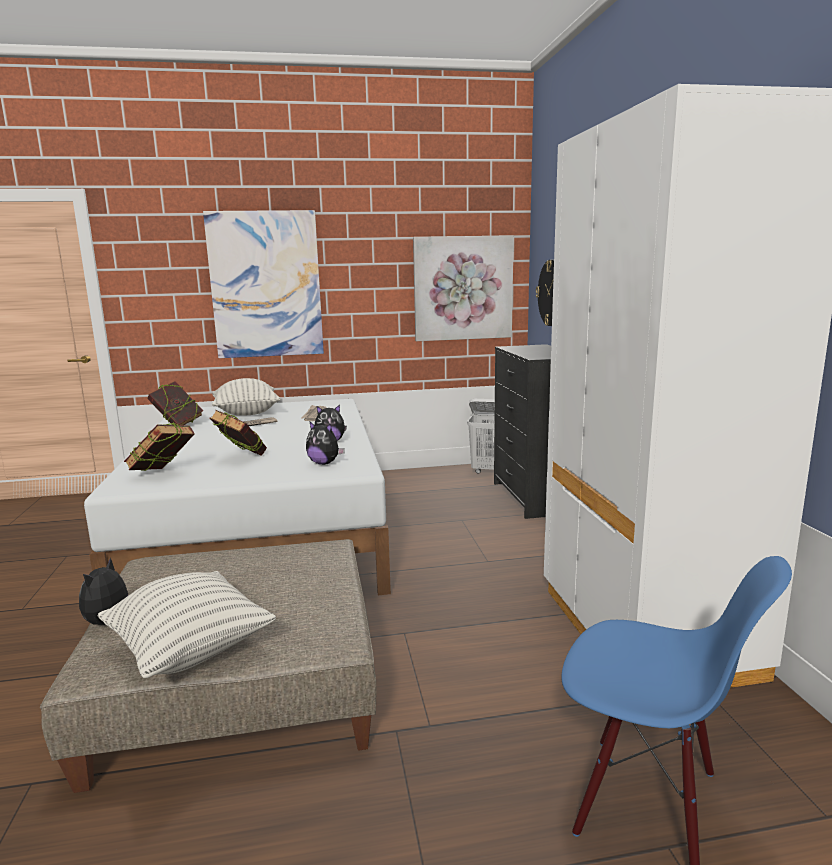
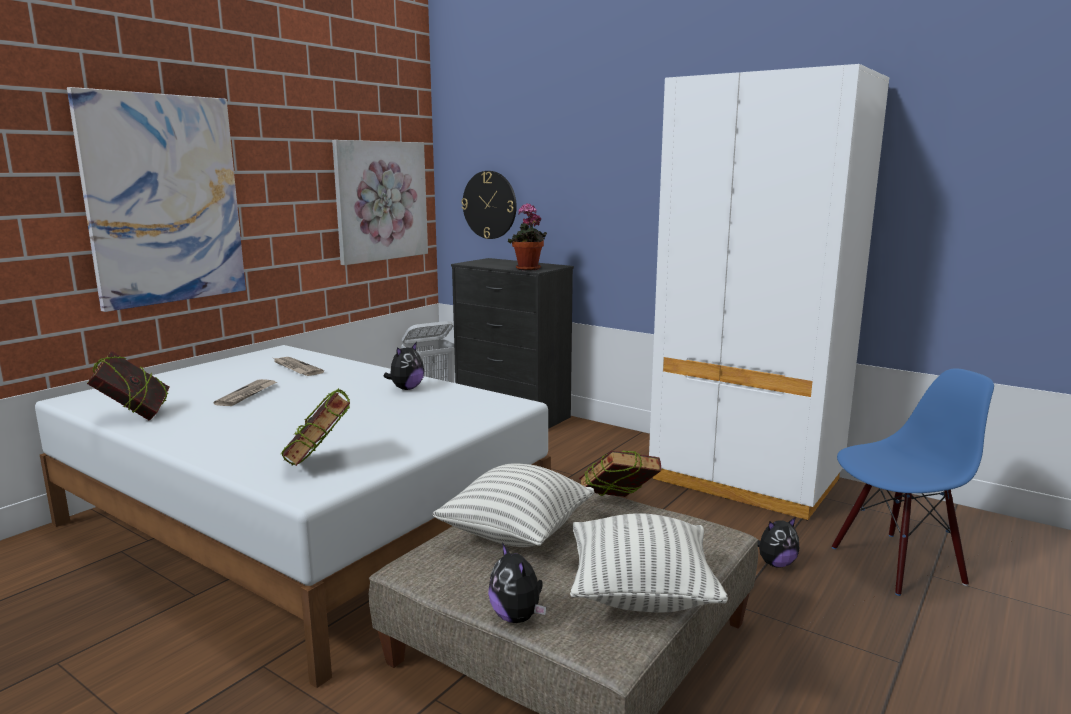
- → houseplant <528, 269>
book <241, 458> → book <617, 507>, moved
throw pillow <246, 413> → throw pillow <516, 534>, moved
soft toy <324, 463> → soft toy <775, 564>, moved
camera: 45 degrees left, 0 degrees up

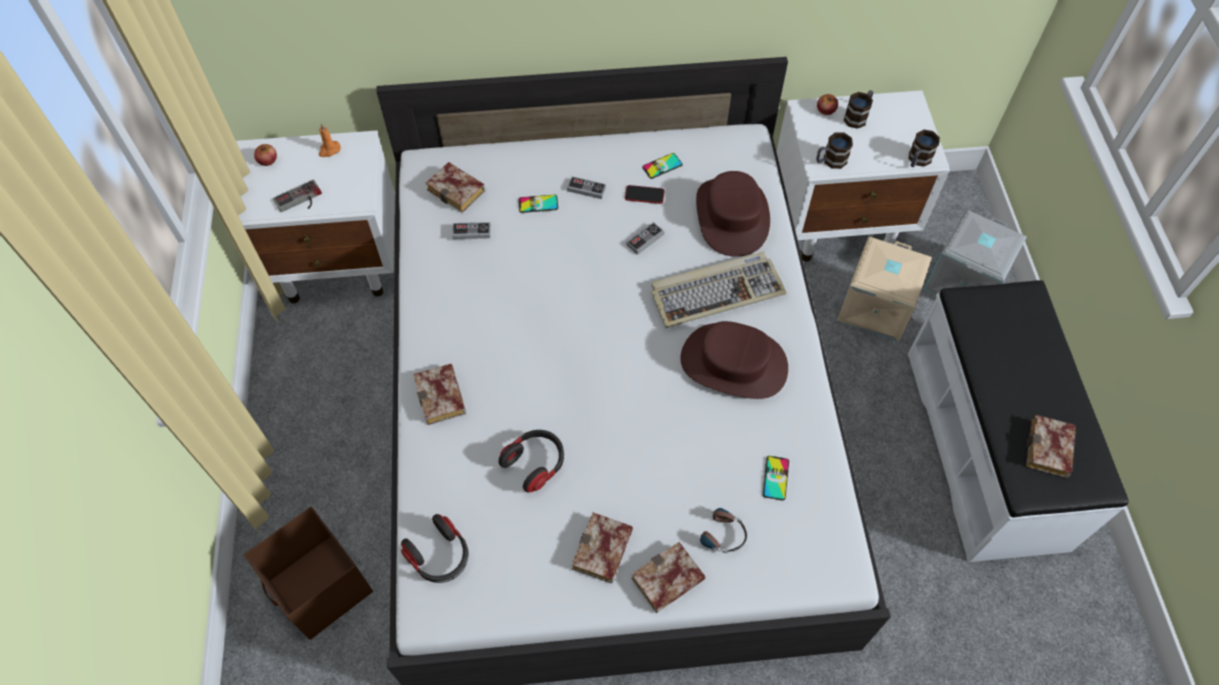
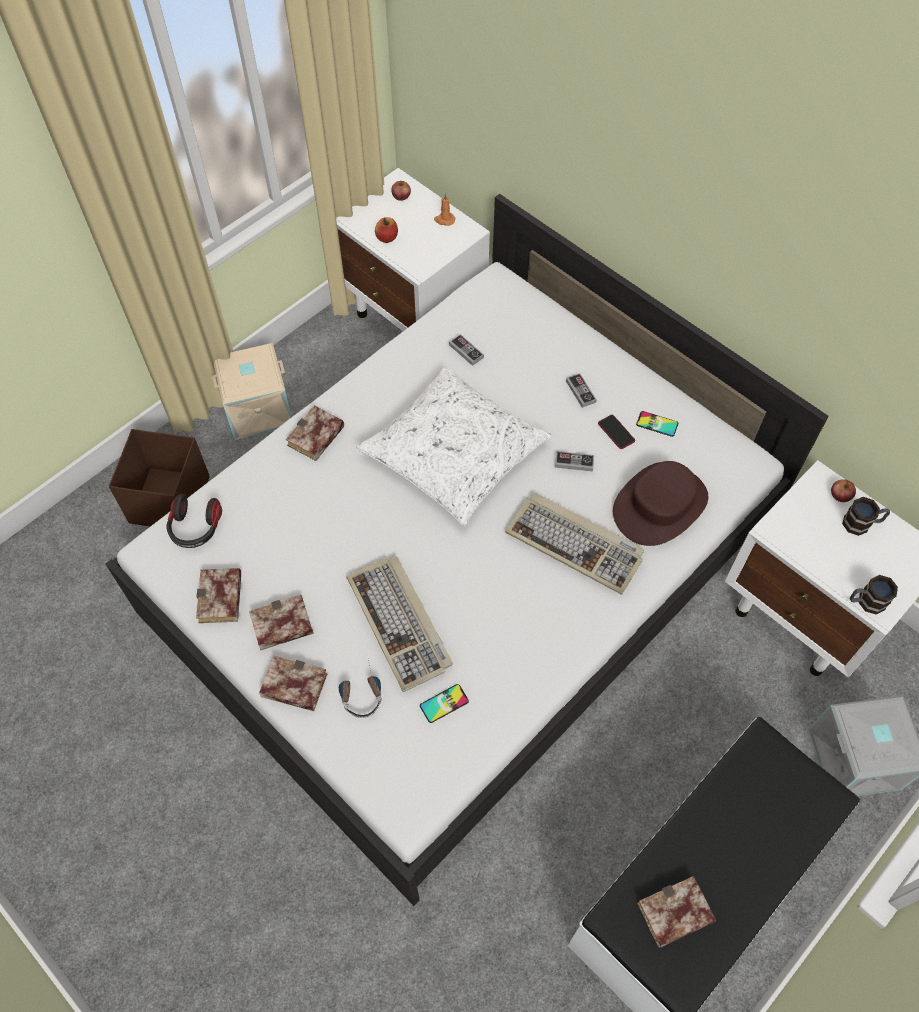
pair of headphones <535, 463> → -
handset <538, 204> → -
brown wearable hat <733, 364> → -
coffee mug <830, 161> → -
- → PC keyboard <400, 623>
- → whitish throw pillow <454, 454>
book <459, 191> → book <222, 600>, moved
beige storage bin <874, 305> → beige storage bin <258, 408>, moved
game controller <300, 200> → whole apple <387, 238>
camera: 50 degrees right, 0 degrees up

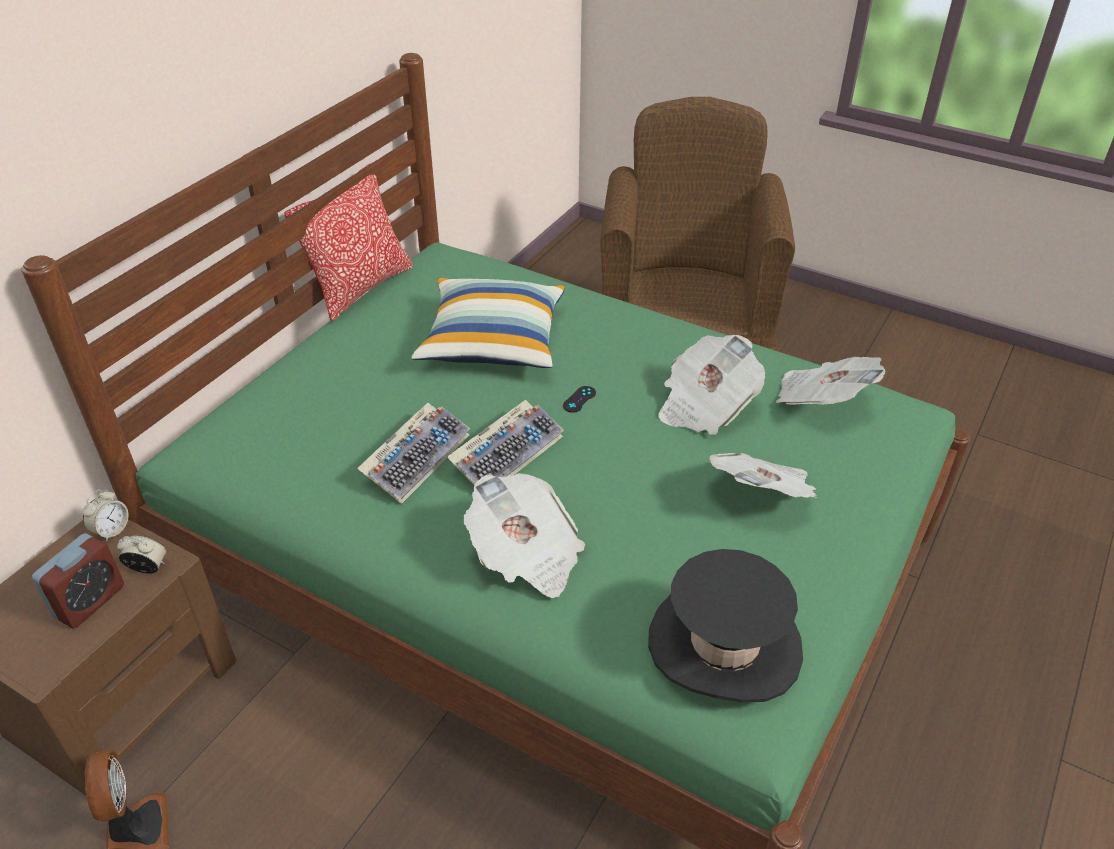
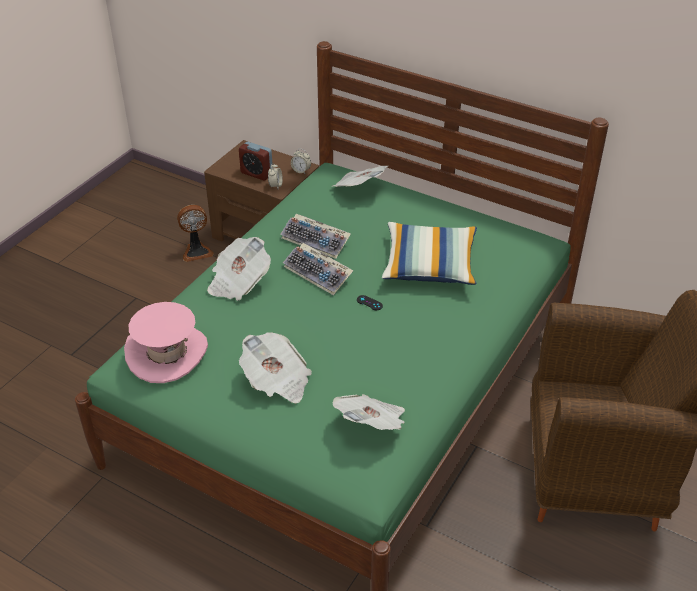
throw pillow <360, 288> → -
daily paper <705, 406> → daily paper <359, 188>, moved
black-coloured wearable hat <724, 644> → pink-coloured wearable hat <167, 353>
camera: 90 degrees right, 0 degrees up

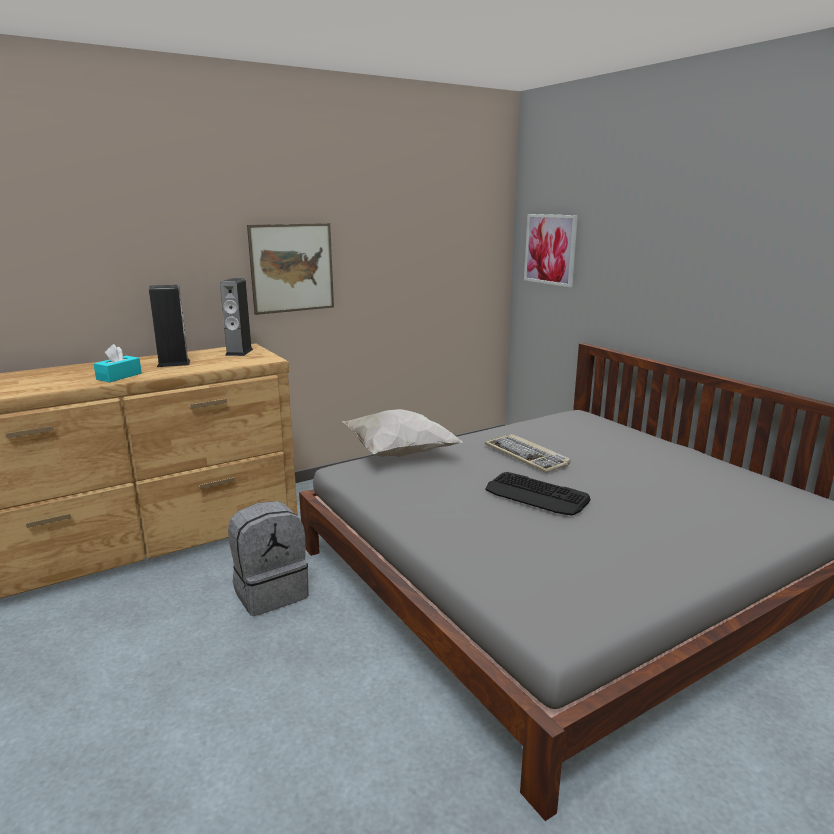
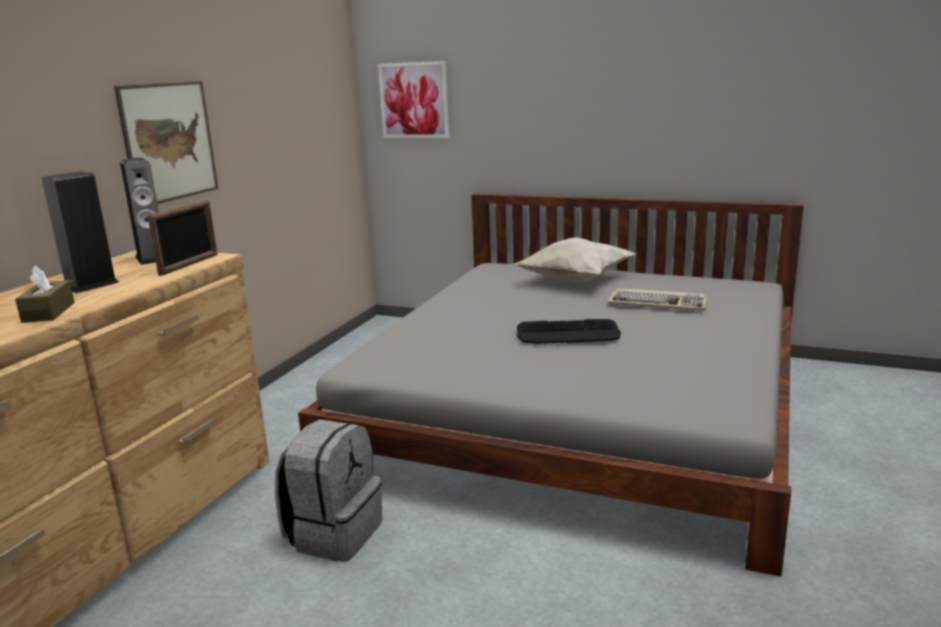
- → standing frame <189, 264>
whitish throw pillow <397, 453> → whitish throw pillow <574, 281>, moved
PC keyboard <527, 456> → PC keyboard <658, 303>, moved
turquoise-coloured tissue box <119, 376> → brown tissue box <48, 312>
camera: 35 degrees left, 0 degrees up

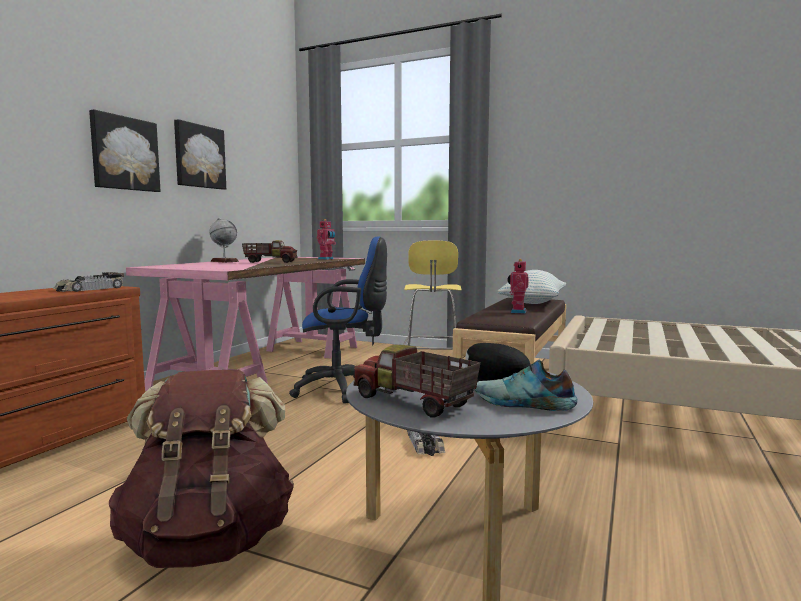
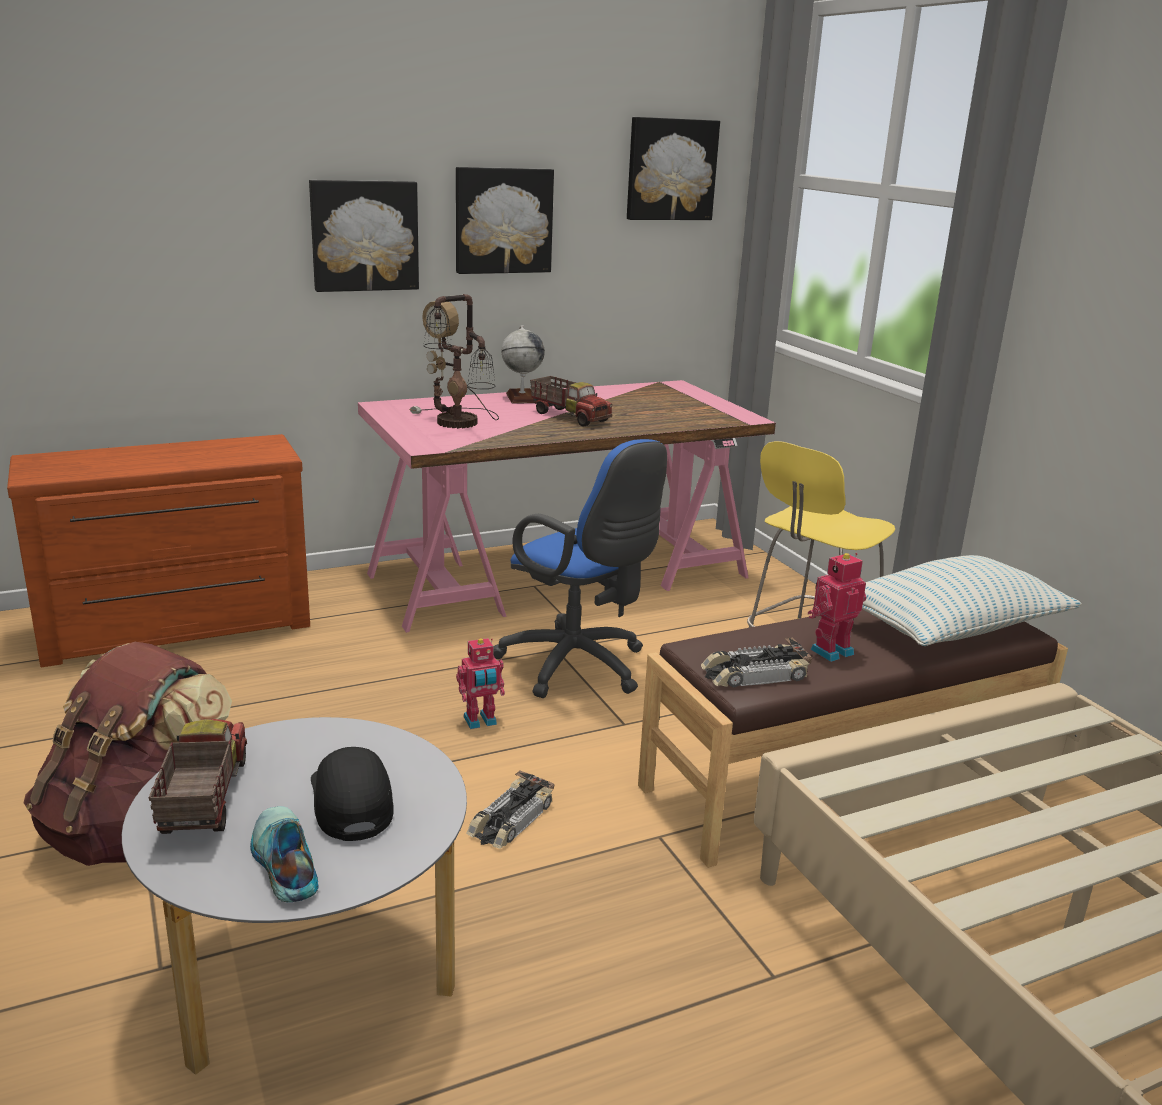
- → tabletop lamp <457, 424>
- → wall picture <670, 169>
model car <89, 289> → model car <753, 674>, moved
model robot <326, 259> → model robot <480, 721>, moved
camera: 40 degrees right, 15 degrees up

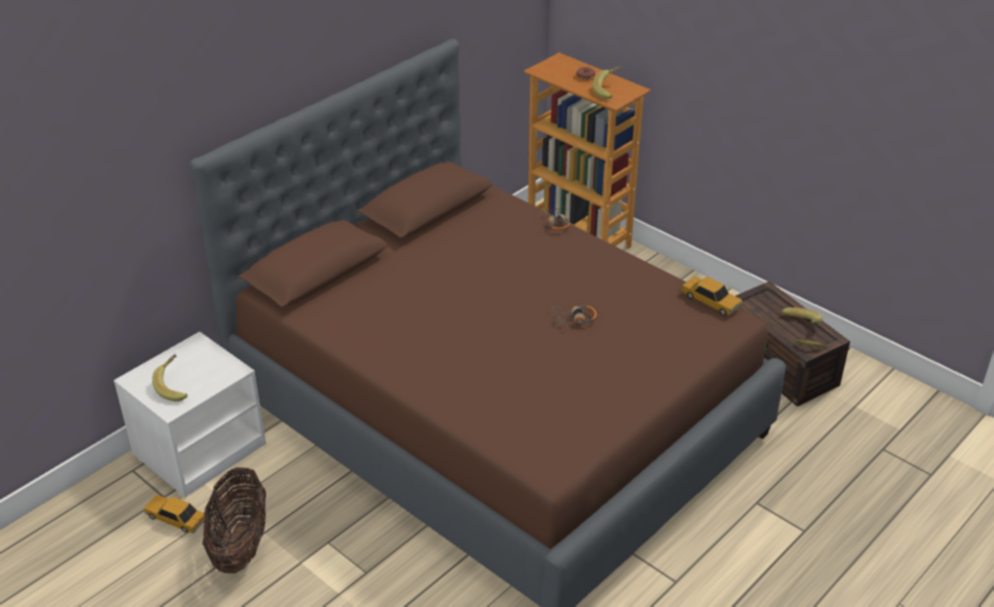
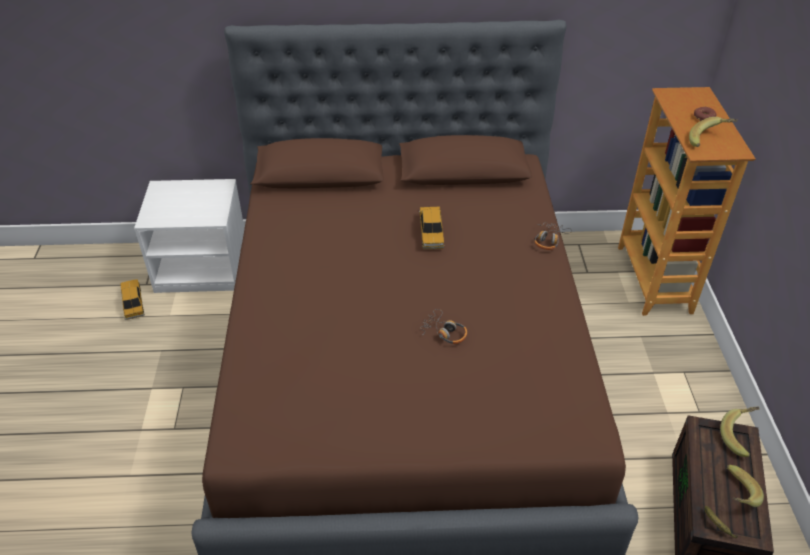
household basket <240, 544> → -
whole banana <175, 387> → whole banana <741, 436>, moved
model car <711, 301> → model car <431, 233>, moved
camera: 45 degrees right, 5 degrees up

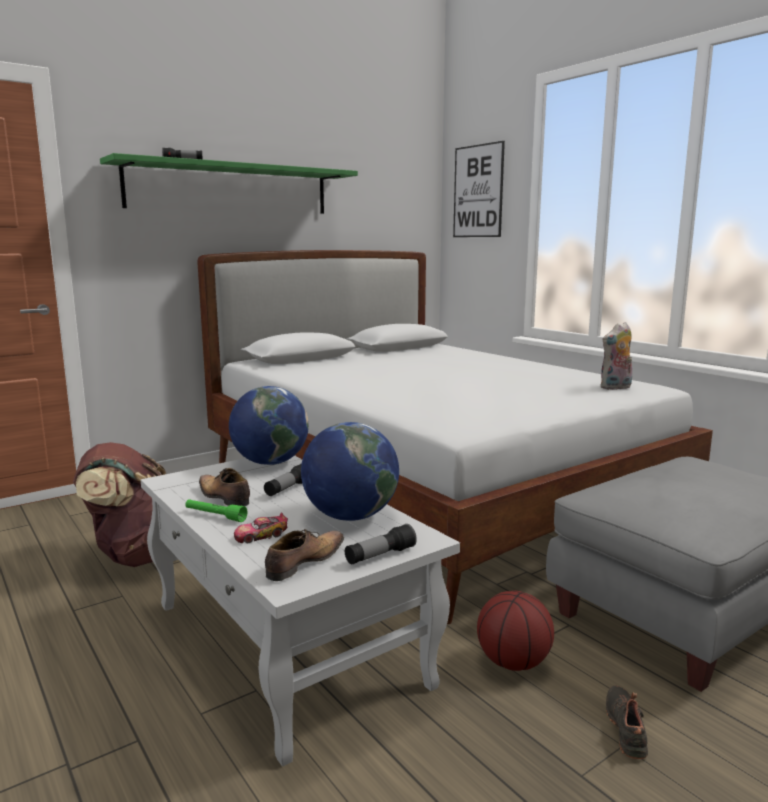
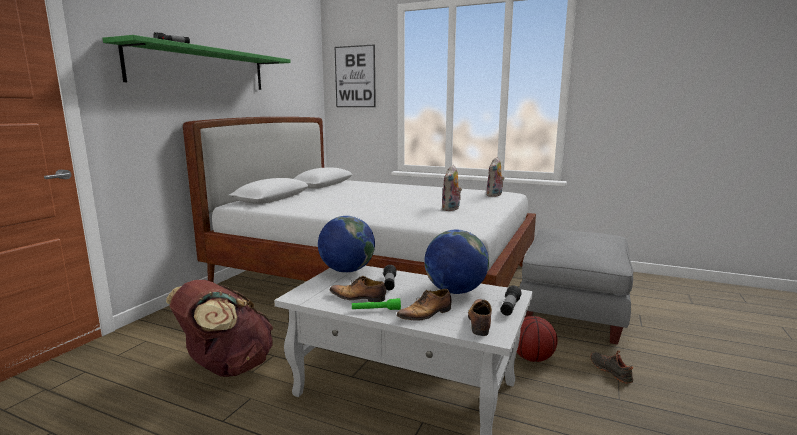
- → soft toy <451, 209>
model car <260, 535> → shoe <426, 314>
camera: 30 degrees left, 0 degrees up

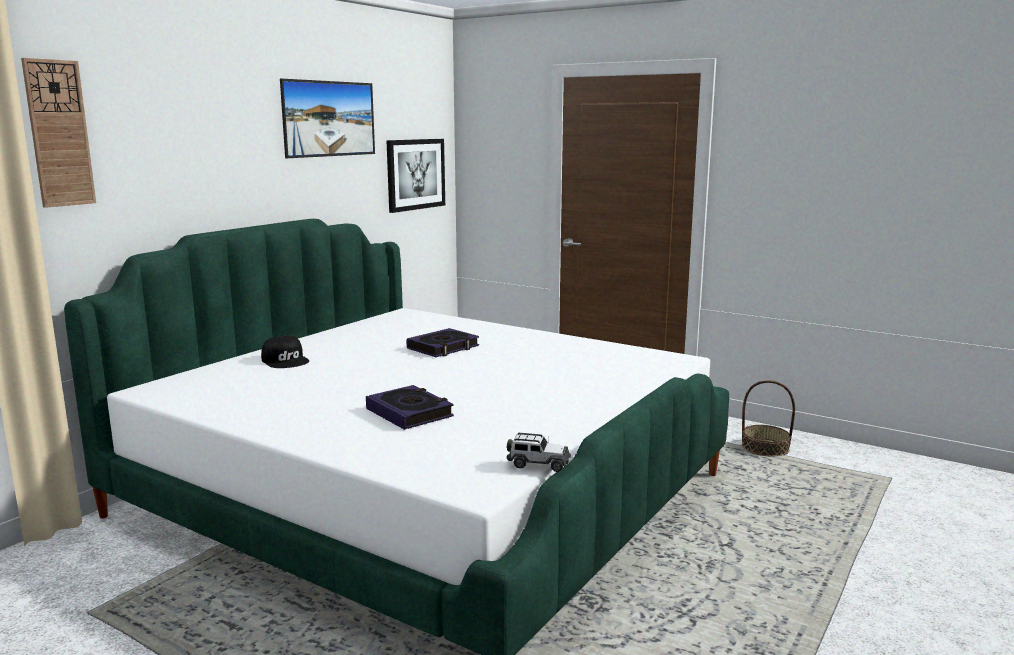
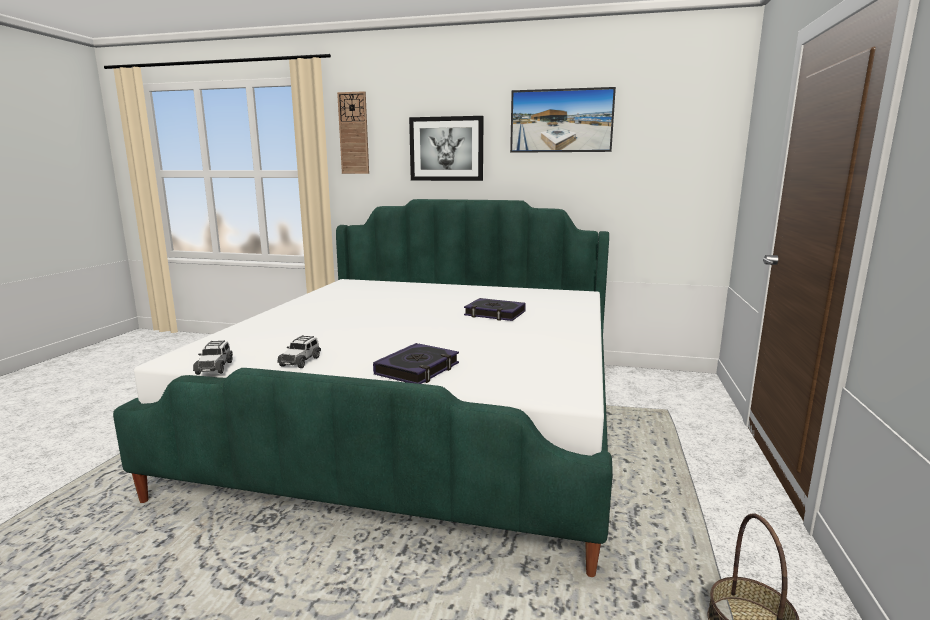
black-coloured baseball cap <286, 360> → -
- → model car <301, 361>
book <409, 413> → book <417, 369>, moved
wall picture <415, 174> → wall picture <446, 149>, moved
camera: 70 degrees right, 0 degrees up

